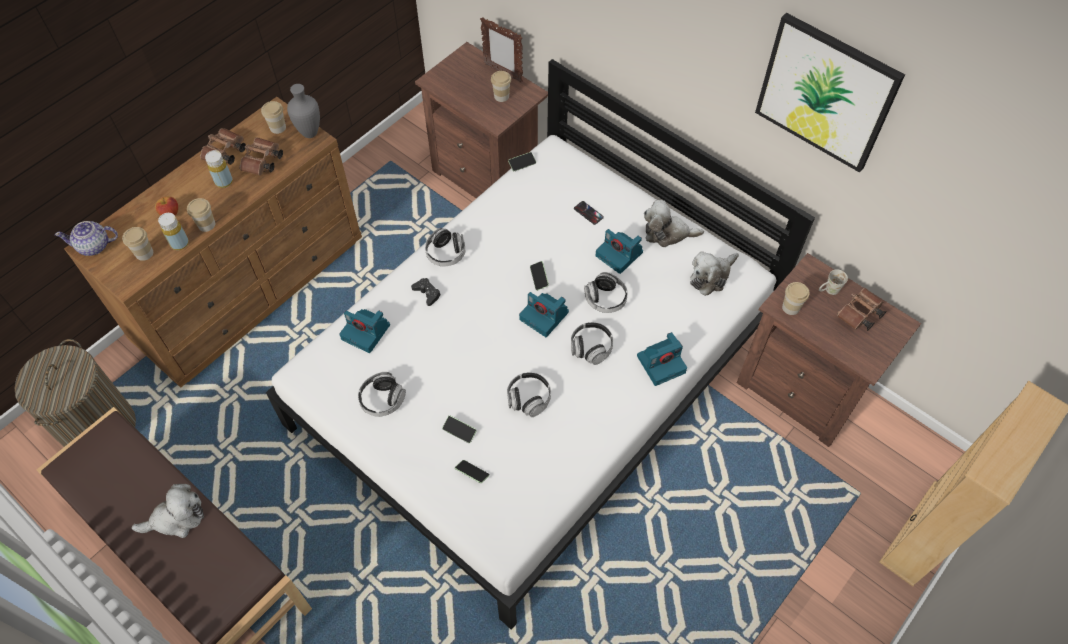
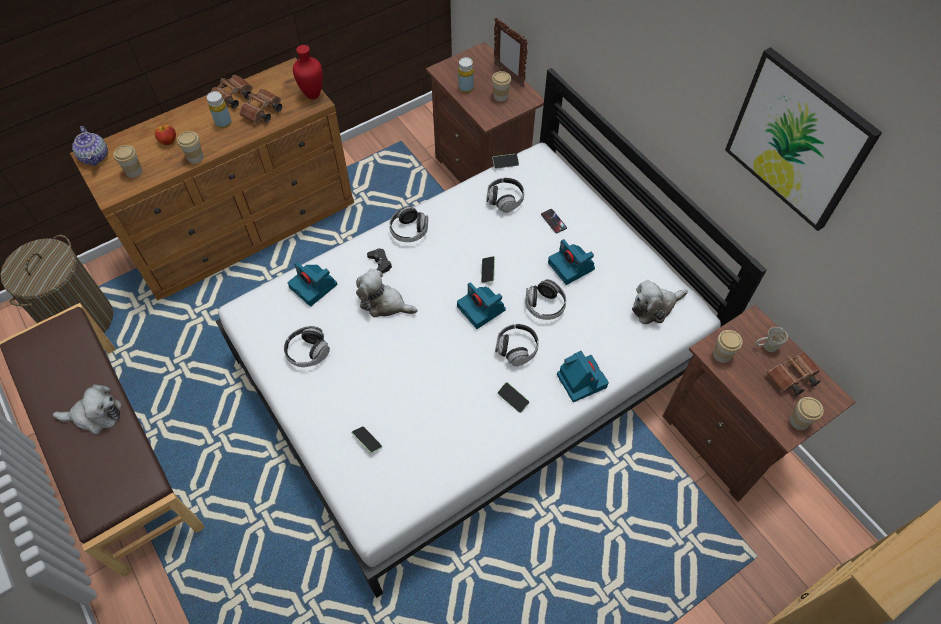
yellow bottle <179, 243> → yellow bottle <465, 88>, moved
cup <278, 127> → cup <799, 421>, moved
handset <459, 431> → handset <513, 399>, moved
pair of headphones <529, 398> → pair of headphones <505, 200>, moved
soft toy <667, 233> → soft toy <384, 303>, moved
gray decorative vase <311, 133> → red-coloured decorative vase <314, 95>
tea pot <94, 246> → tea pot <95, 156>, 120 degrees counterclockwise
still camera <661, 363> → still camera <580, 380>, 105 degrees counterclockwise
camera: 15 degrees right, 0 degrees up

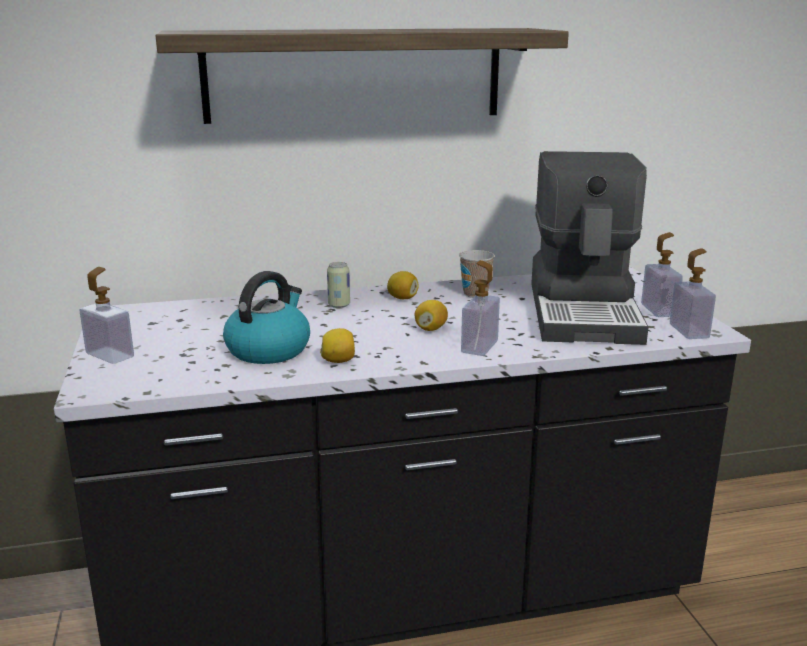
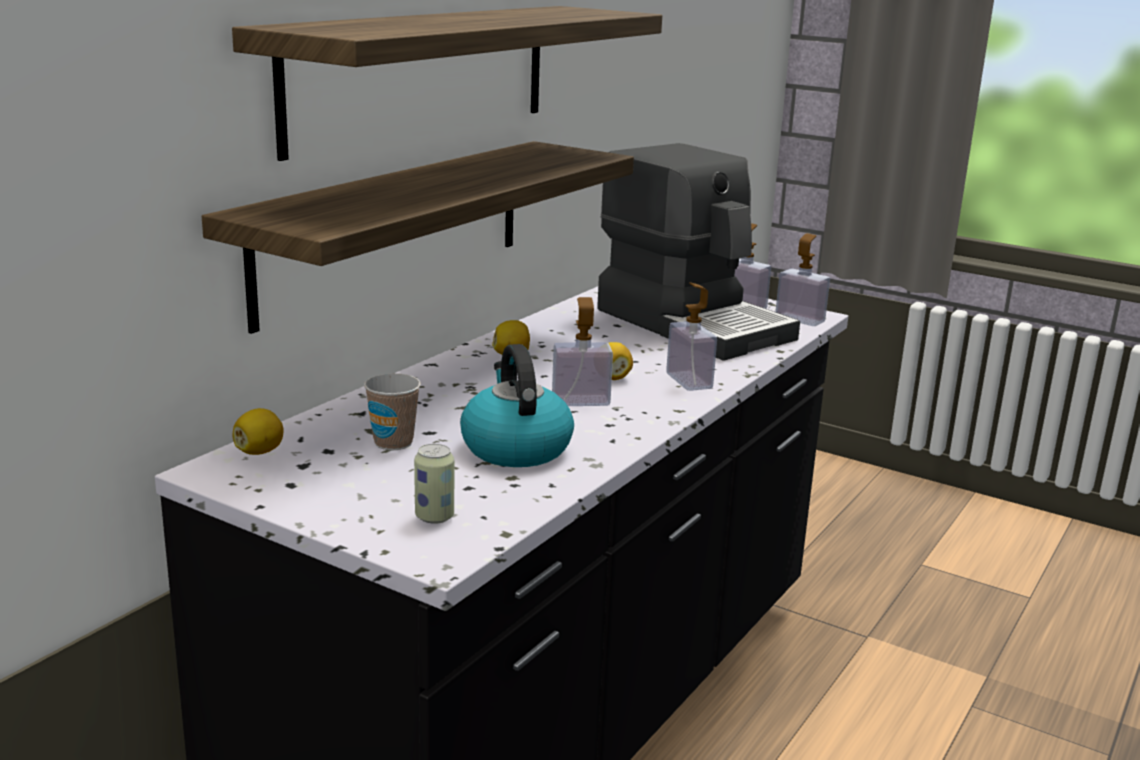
- → shelf <395, 228>
soap dispenser <110, 355> → soap dispenser <580, 401>, moved
lemon <339, 361> → lemon <259, 451>, moved
can <339, 305> → can <434, 517>, moved
cup <475, 294> → cup <393, 443>, moved
camera: 45 degrees left, 0 degrees up

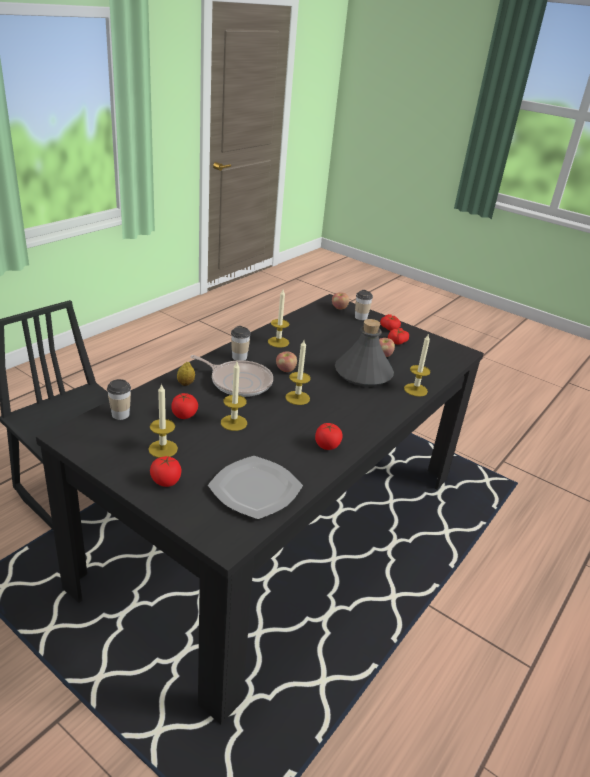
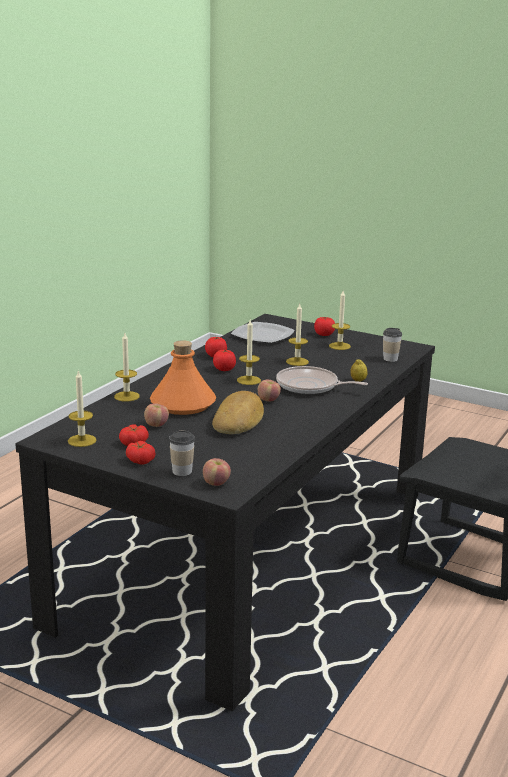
cup <239, 357> → -
- → bread <239, 420>
whole tomato <184, 415> → whole tomato <224, 369>, moved
candle <278, 342> → candle <82, 440>, moved
gray bottle <363, 374> → orange bottle <183, 404>
camera: 175 degrees right, 10 degrees down

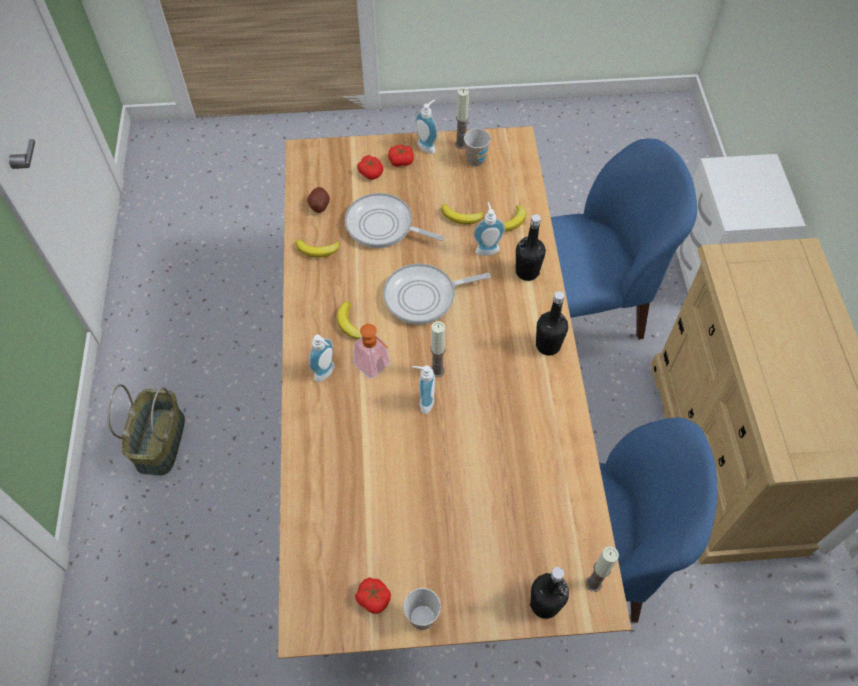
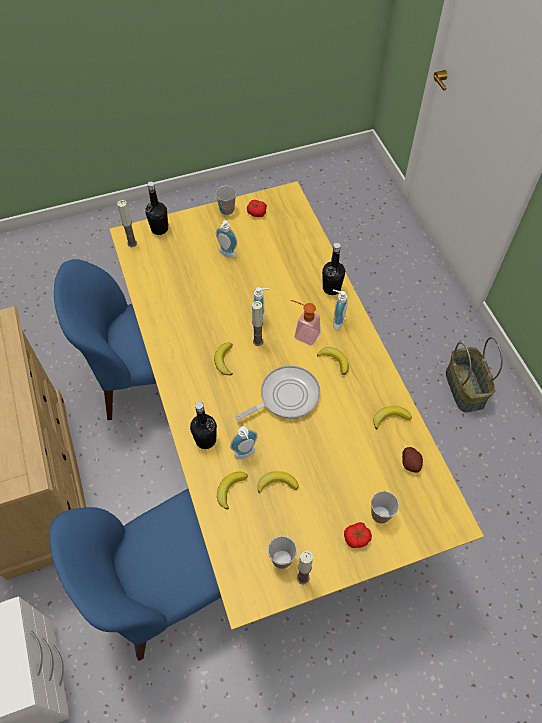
skillet <383, 226> → -
- → whole banana <224, 360>
soap dispenser <428, 146> → soap dispenser <226, 255>, moved
black-coloured bottle <548, 345> → black-coloured bottle <331, 288>, moved
whole tomato <371, 172> → cup <380, 514>
brown dining table <429, 439> → yellow dining table <270, 437>
camera: 165 degrees right, 0 degrees up

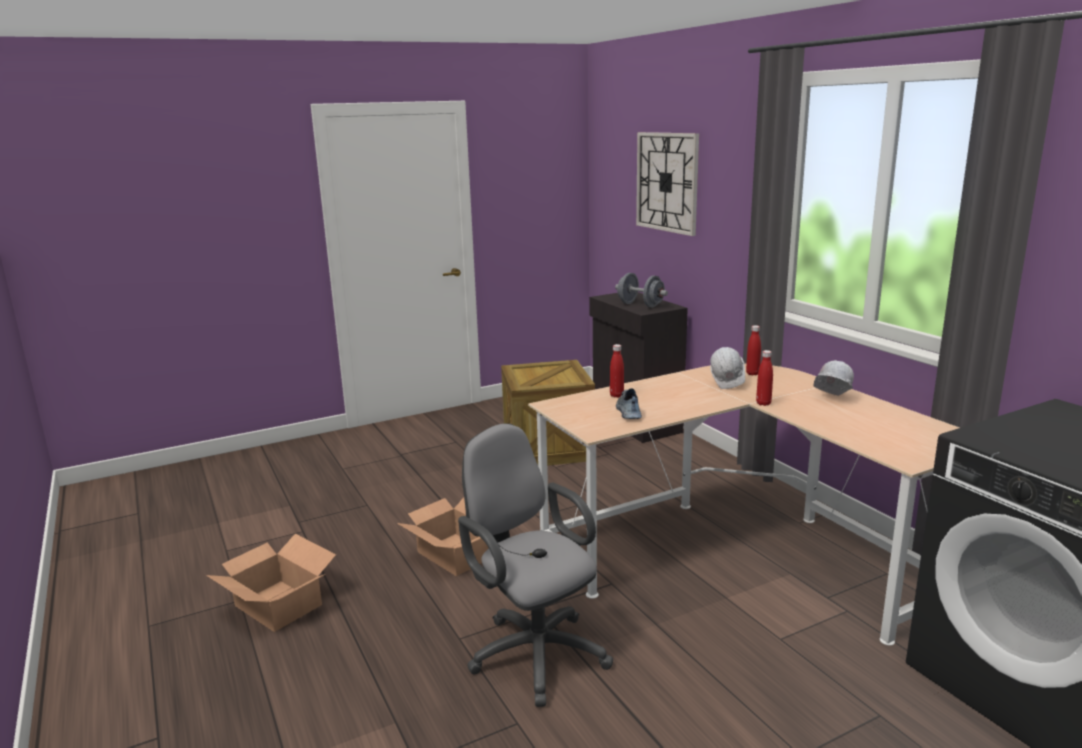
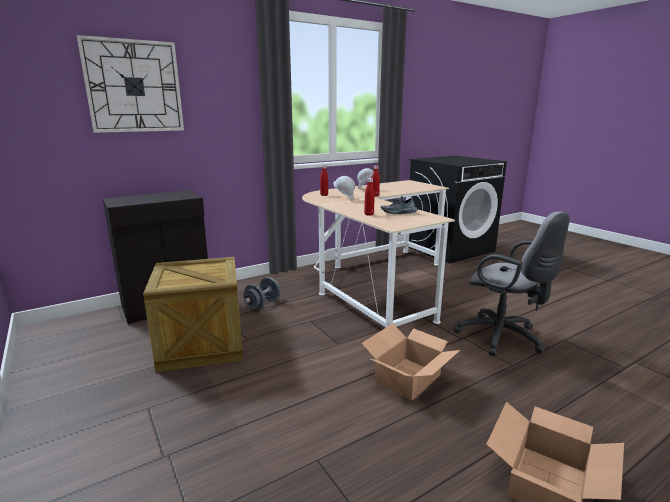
gray hand weight <640, 305> → gray hand weight <263, 304>, moved
gray desk chair <533, 651> → gray desk chair <503, 338>, 90 degrees counterclockwise
camera: 95 degrees left, 0 degrees up

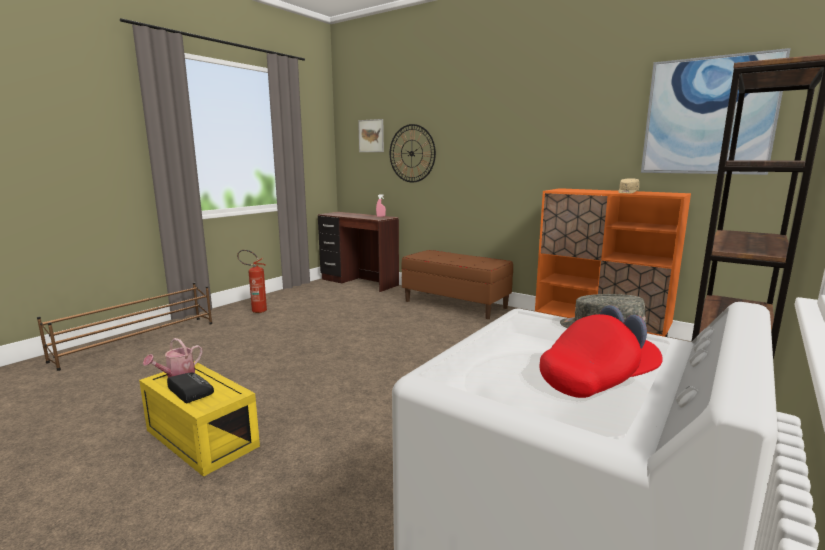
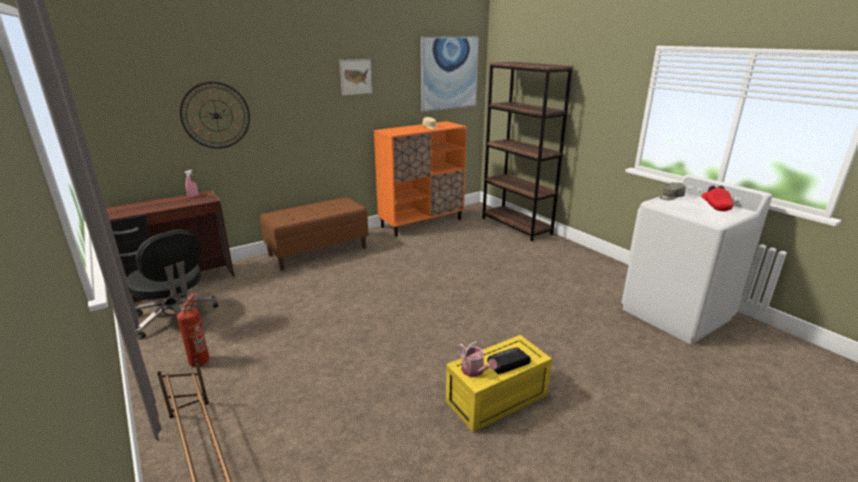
- → black-coloured desk chair <176, 318>
wall picture <371, 136> → wall picture <356, 77>, moved
camera: 70 degrees left, 10 degrees up

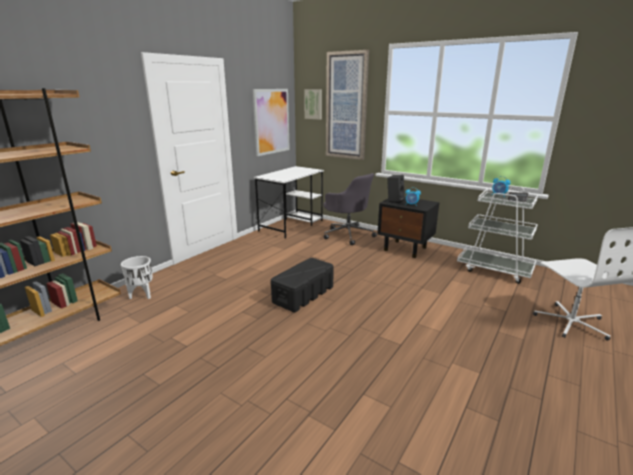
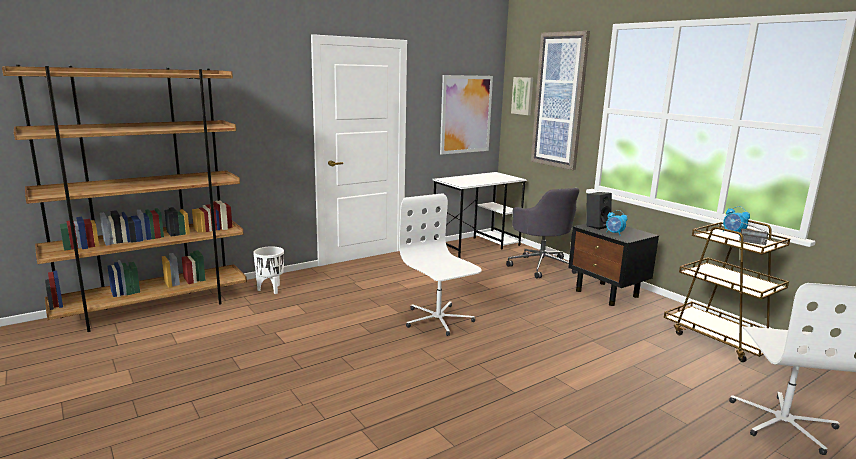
black-coloured storage bin <303, 294> → whitish desk chair <438, 320>
whitish trolley <495, 269> → brown trolley <720, 339>
camera: 20 degrees right, 5 degrees down

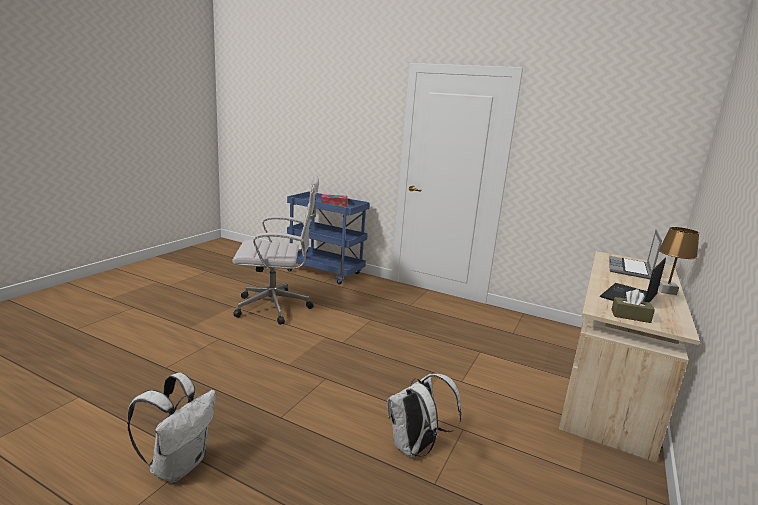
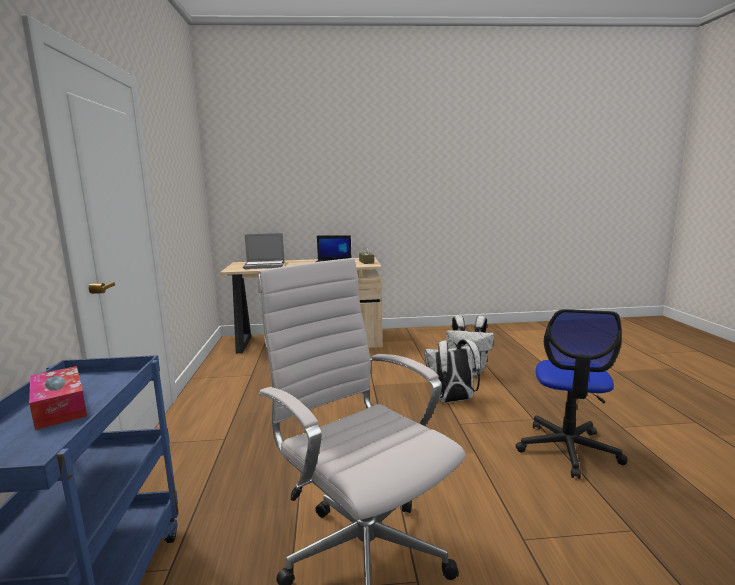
brown tabletop lamp <666, 291> → -
- → desk chair <567, 450>
whitish rucksack <178, 464> → whitish rucksack <452, 400>, moved
camera: 120 degrees left, 5 degrees down

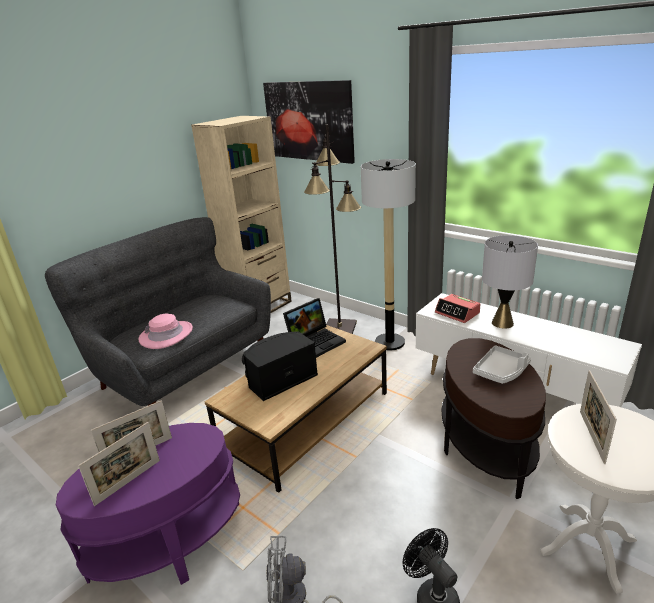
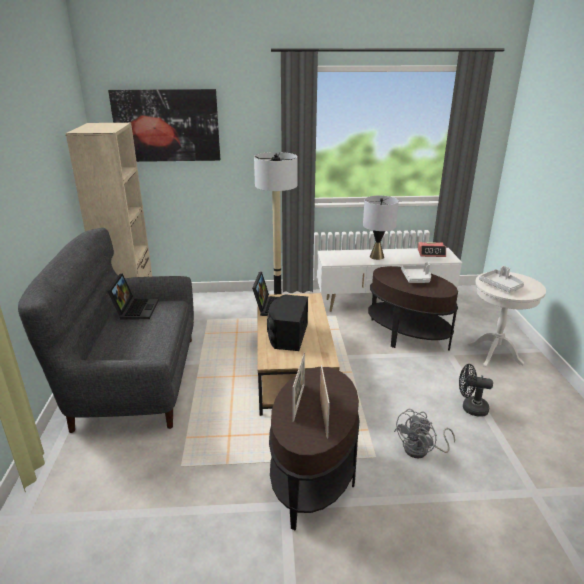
pink-coloured wearable hat <166, 335> → -
black-coloured standing lamp <340, 328> → -
- → laptop <135, 309>
alarm clock <457, 313> → alarm clock <431, 253>, moved
standing frame <591, 436> → gray serving tray <501, 285>
purple side table <169, 544> → brown side table <313, 476>
camera: 45 degrees left, 0 degrees up

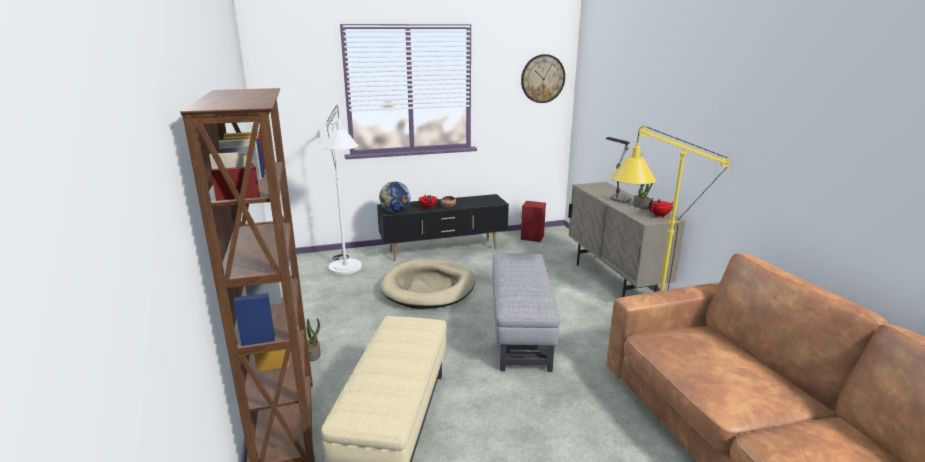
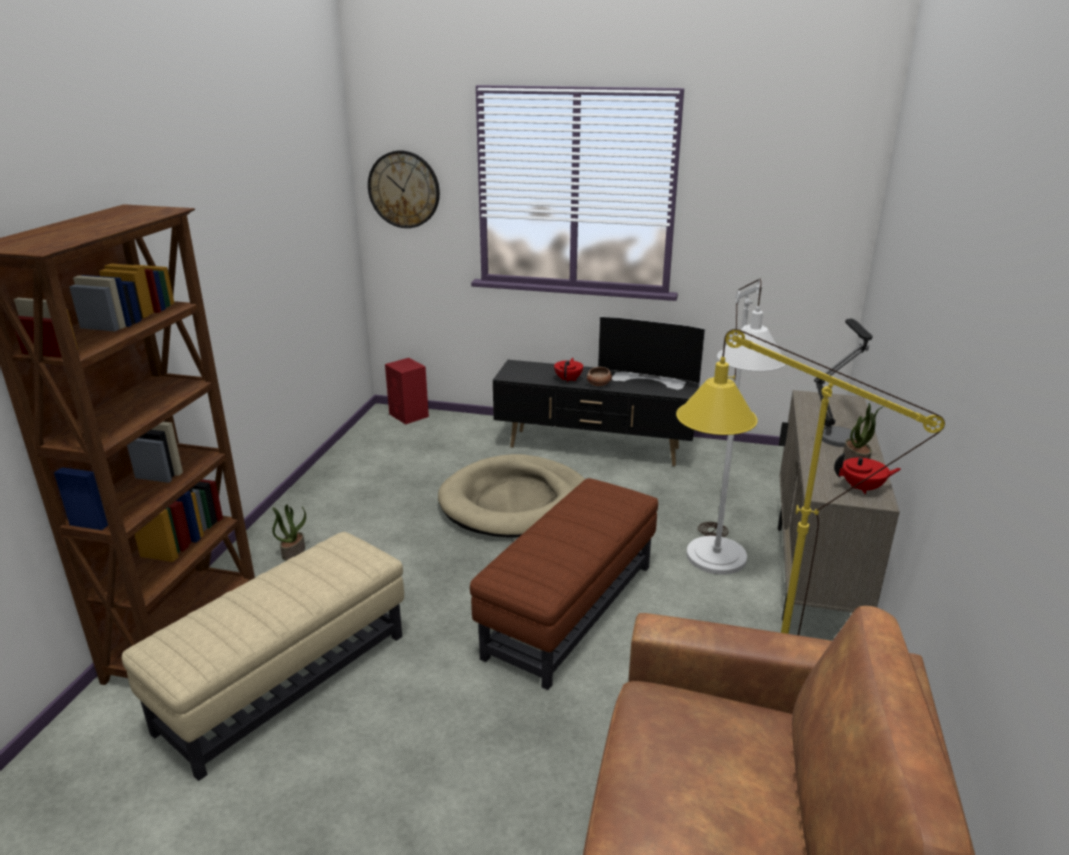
world globe <395, 211> → -
- → television <649, 379>
whitish standing lamp <347, 271> → whitish standing lamp <717, 567>, moved
hanging clock <542, 78> → hanging clock <404, 189>, moved
red-coloured audio speaker <533, 237> → red-coloured audio speaker <409, 415>, moved
gray ottoman <520, 330> → brown ottoman <571, 610>
camera: 30 degrees right, 5 degrees up

